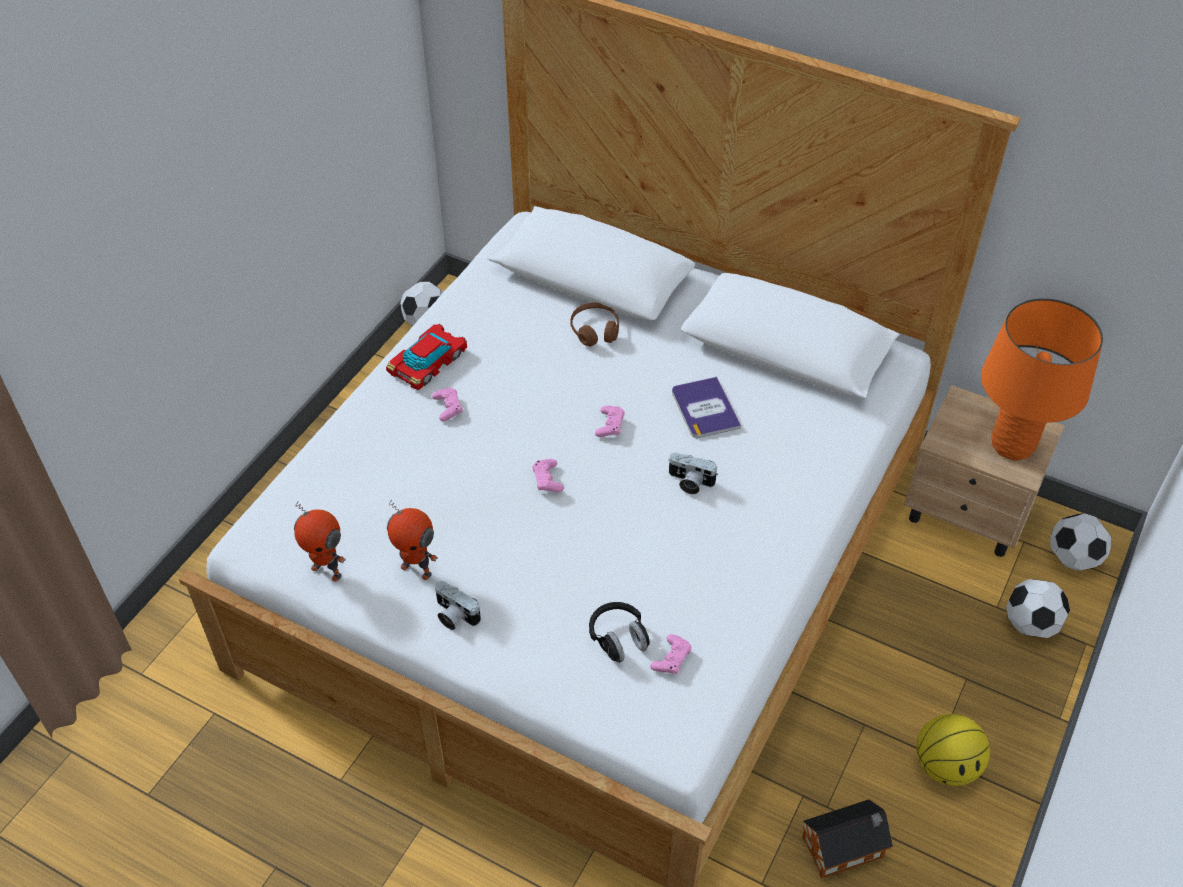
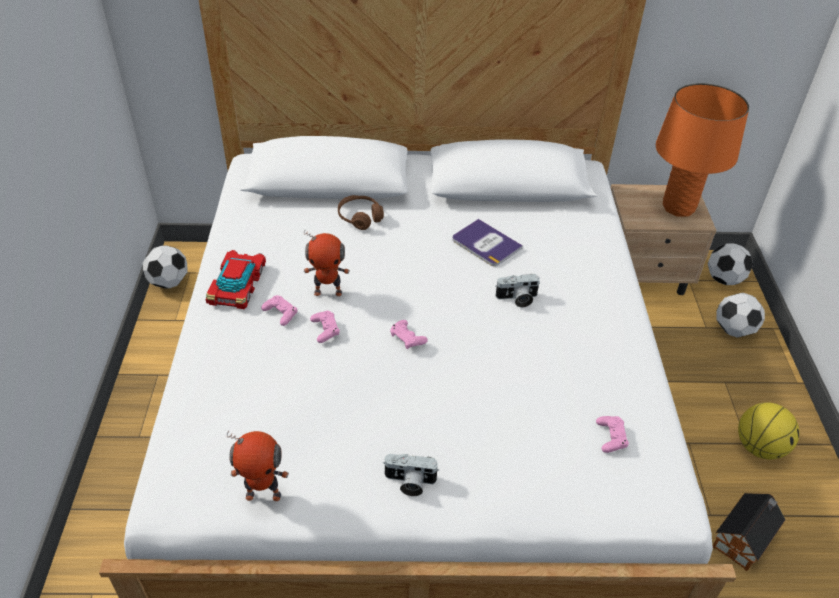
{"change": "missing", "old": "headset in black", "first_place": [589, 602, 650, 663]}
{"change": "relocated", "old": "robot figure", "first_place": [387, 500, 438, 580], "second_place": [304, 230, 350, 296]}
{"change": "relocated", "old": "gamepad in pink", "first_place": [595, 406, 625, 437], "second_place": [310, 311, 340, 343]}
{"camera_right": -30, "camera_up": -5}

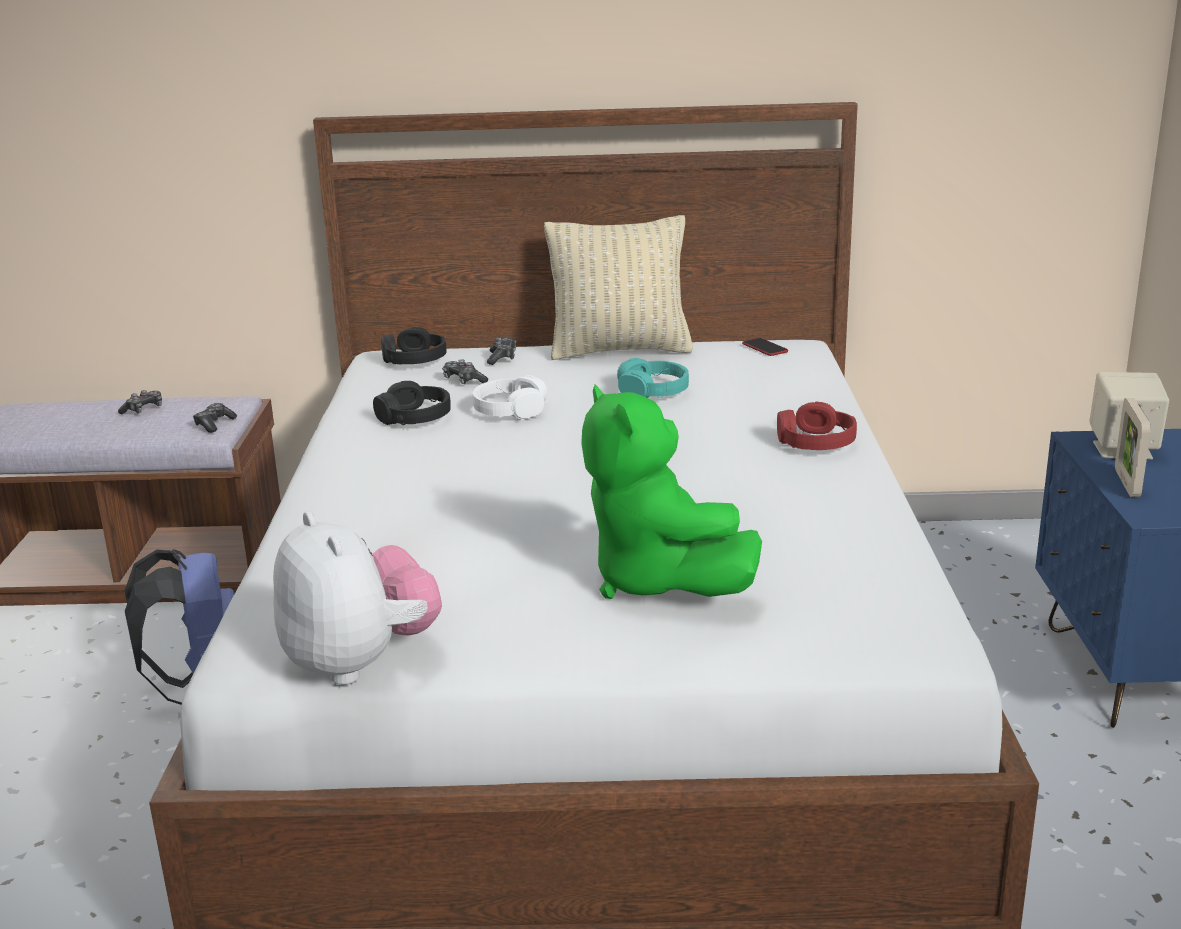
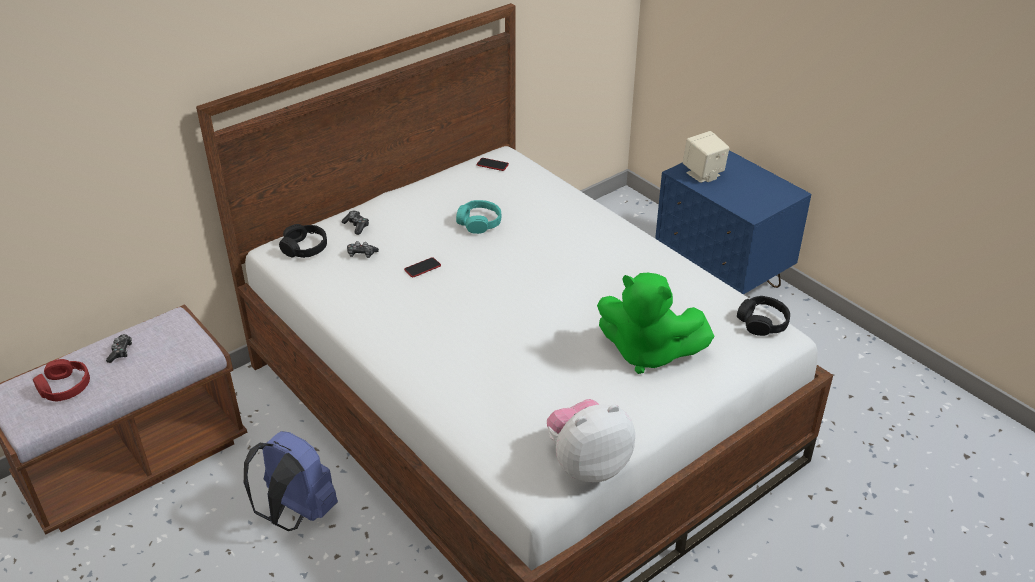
{"change": "missing", "old": "gamepad", "first_place": [193, 403, 237, 433]}
{"change": "missing", "old": "pillow in beige", "first_place": [544, 215, 693, 360]}
{"change": "missing", "old": "standing frame", "first_place": [1115, 398, 1151, 497]}
{"change": "relocated", "old": "headset in black", "first_place": [373, 381, 451, 425], "second_place": [737, 296, 790, 336]}
{"change": "relocated", "old": "headset in red-coloured", "first_place": [777, 402, 857, 450], "second_place": [33, 359, 90, 402]}
{"change": "exchanged", "old": "headset in whitish", "new": "phone", "first_place": [473, 375, 547, 420], "second_place": [404, 257, 441, 277]}
{"change": "spun", "old": "soft toy", "first_place": [273, 511, 442, 685], "second_place": [547, 399, 635, 482], "degrees": -45}
{"camera_right": -40, "camera_up": 15}

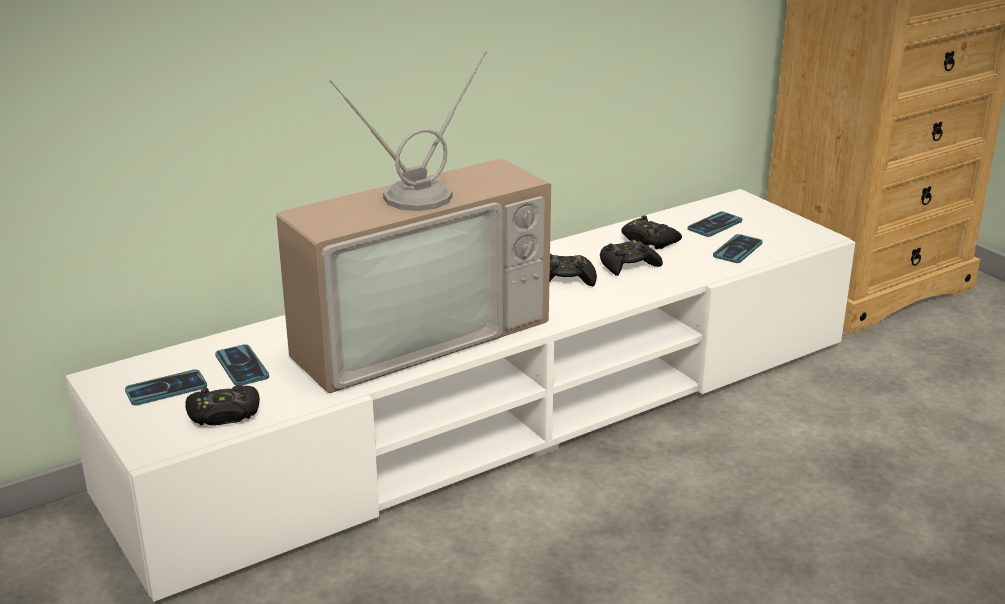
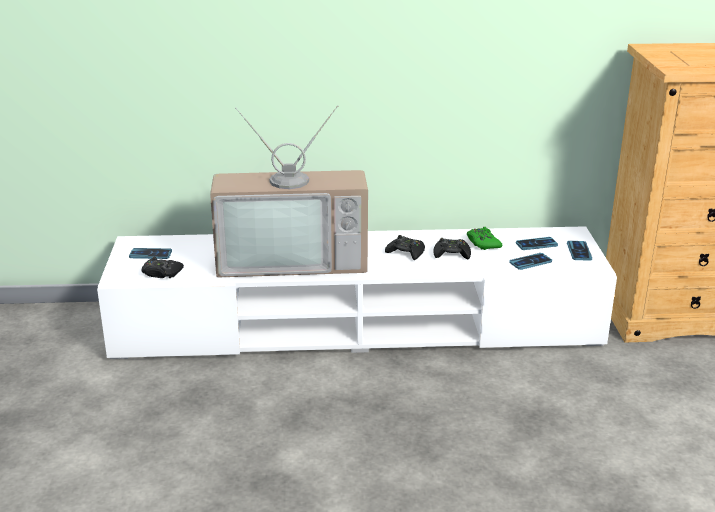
{"change": "relocated", "old": "phone", "first_place": [215, 344, 269, 386], "second_place": [567, 241, 592, 260]}
{"change": "colour", "old": "gamepad in black", "new": "gamepad in green", "first_place": [621, 215, 682, 249], "second_place": [467, 227, 502, 250]}
{"camera_right": 30, "camera_up": 0}

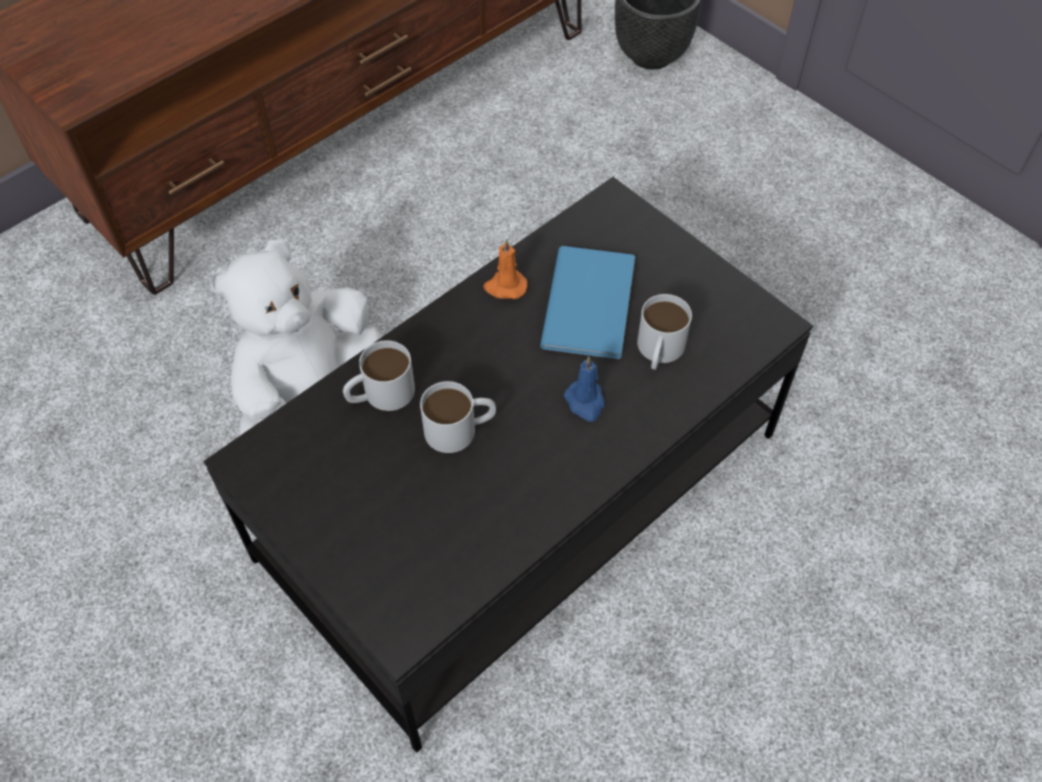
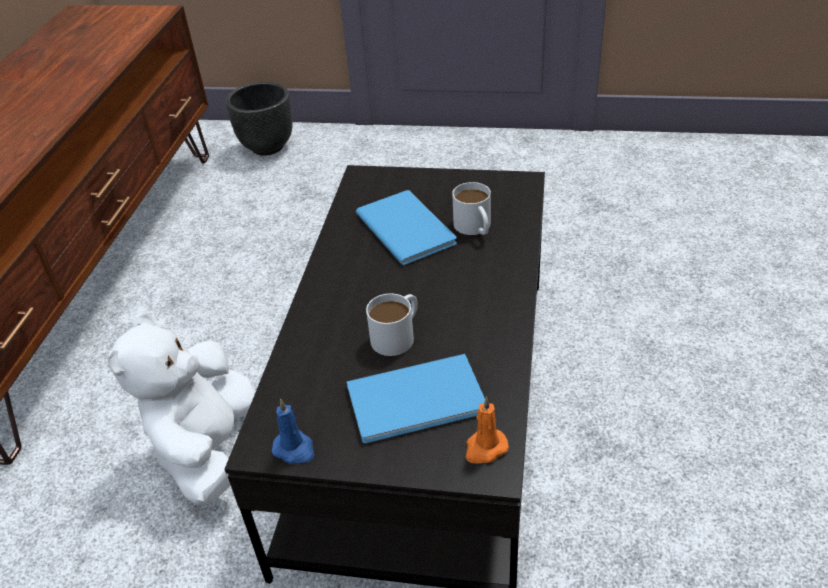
{"change": "missing", "old": "mug in whitish", "first_place": [343, 340, 415, 411]}
{"change": "appeared", "new": "book in bluish", "second_place": [346, 354, 485, 444]}
{"change": "relocated", "old": "candle in orange-coloured", "first_place": [483, 239, 527, 299], "second_place": [465, 396, 509, 464]}
{"change": "relocated", "old": "candle in bluish", "first_place": [564, 356, 605, 421], "second_place": [272, 399, 314, 464]}
{"camera_right": -35, "camera_up": -15}

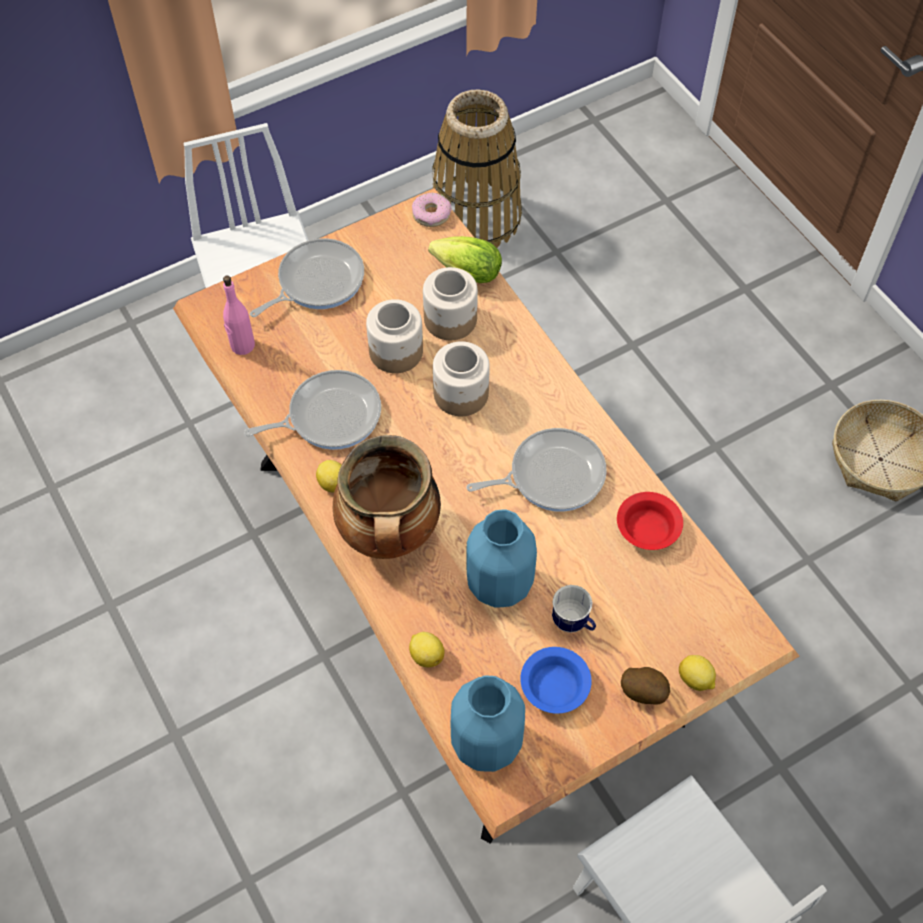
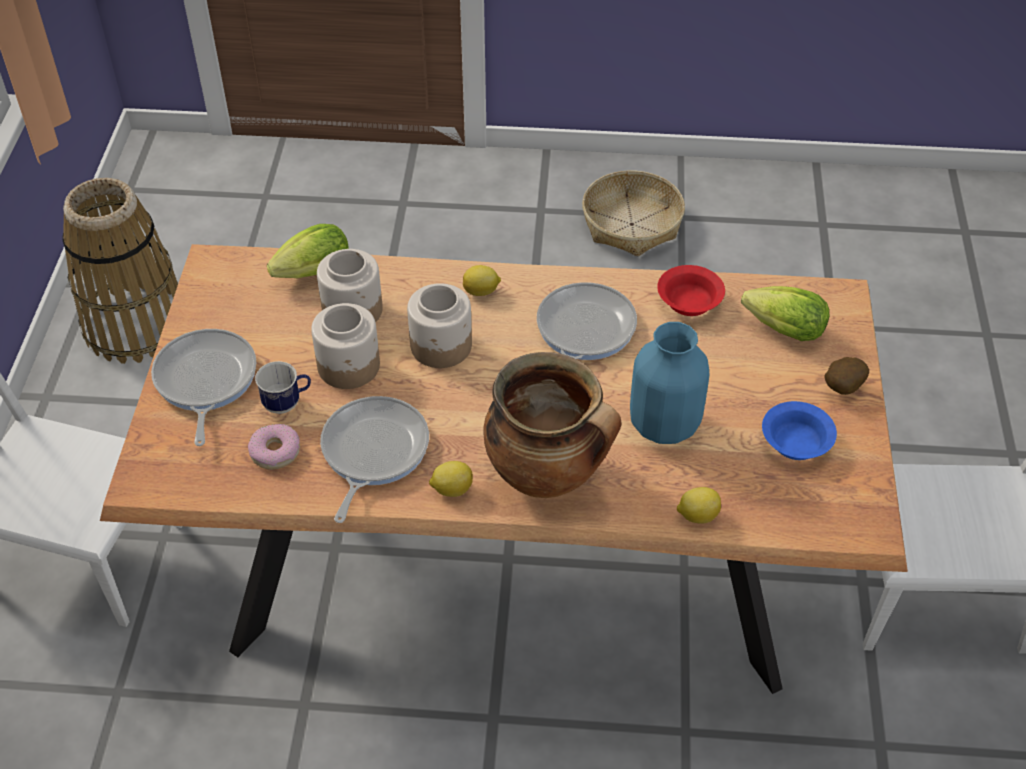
{"change": "missing", "old": "bottle in pink", "first_place": [223, 275, 255, 355]}
{"change": "missing", "old": "decorative vase in bluish", "first_place": [451, 676, 525, 772]}
{"change": "appeared", "new": "head of lettuce", "second_place": [741, 286, 830, 341]}
{"change": "relocated", "old": "doughnut", "first_place": [412, 193, 452, 227], "second_place": [248, 424, 300, 470]}
{"change": "relocated", "old": "mug", "first_place": [552, 585, 596, 633], "second_place": [255, 361, 311, 414]}
{"change": "relocated", "old": "whole lemon", "first_place": [679, 655, 716, 691], "second_place": [463, 265, 501, 296]}
{"camera_right": -55, "camera_up": -10}

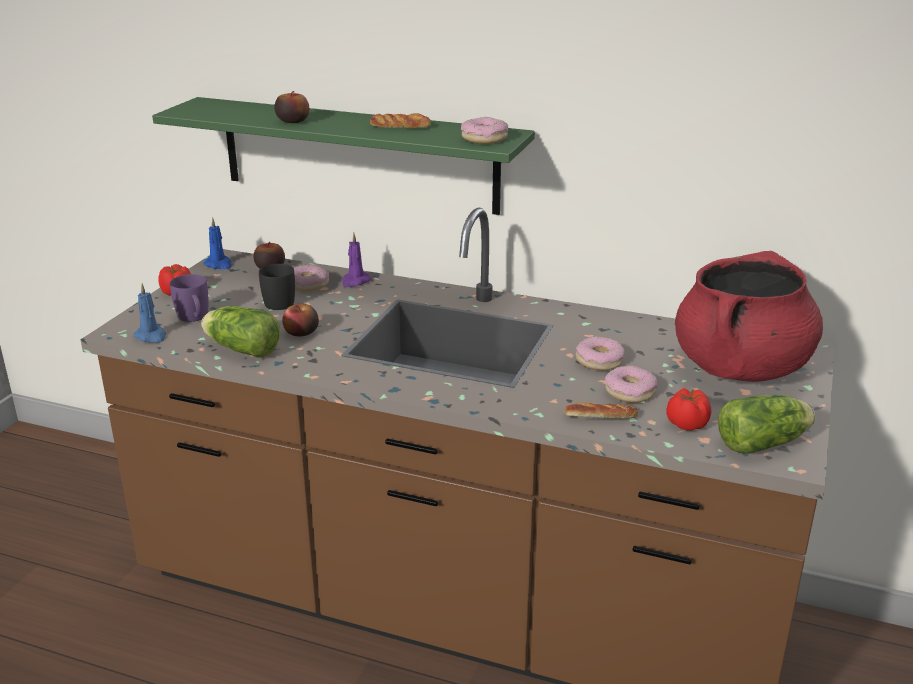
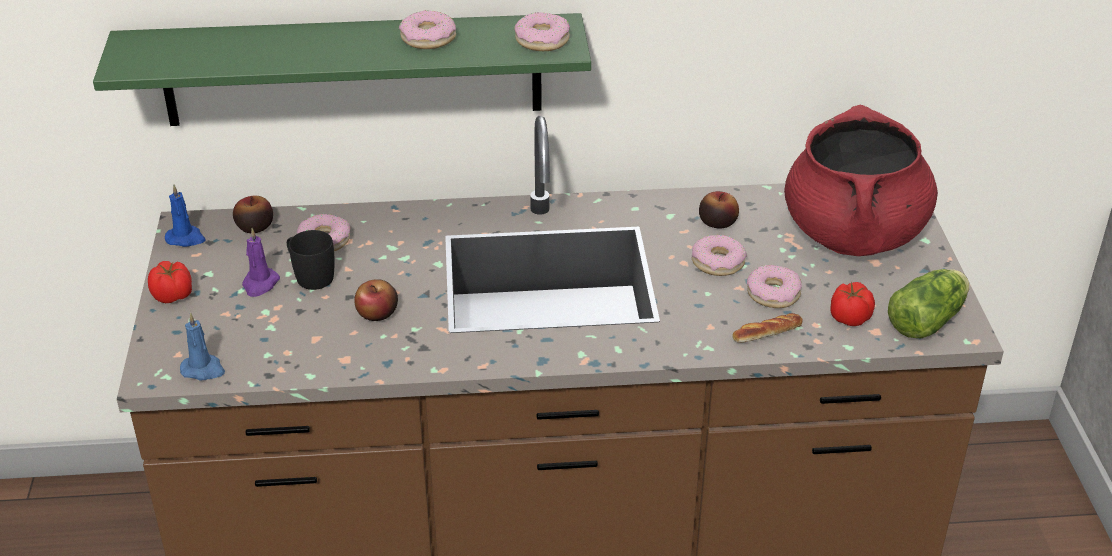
{"change": "missing", "old": "mug in purple", "first_place": [170, 274, 208, 322]}
{"change": "missing", "old": "head of lettuce", "first_place": [201, 306, 280, 358]}
{"change": "relocated", "old": "apple fruit", "first_place": [274, 91, 309, 123], "second_place": [699, 191, 739, 228]}
{"change": "relocated", "old": "candle in purple", "first_place": [342, 233, 371, 287], "second_place": [242, 228, 280, 297]}
{"change": "exchanged", "old": "baked bread", "new": "doughnut", "first_place": [370, 113, 431, 128], "second_place": [399, 10, 456, 49]}
{"camera_right": -25, "camera_up": 10}

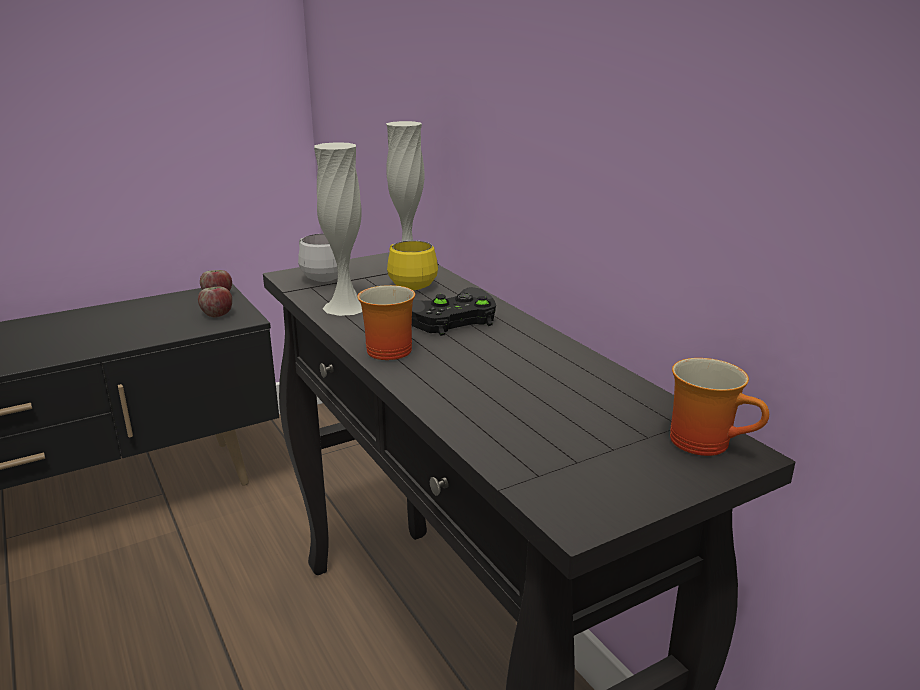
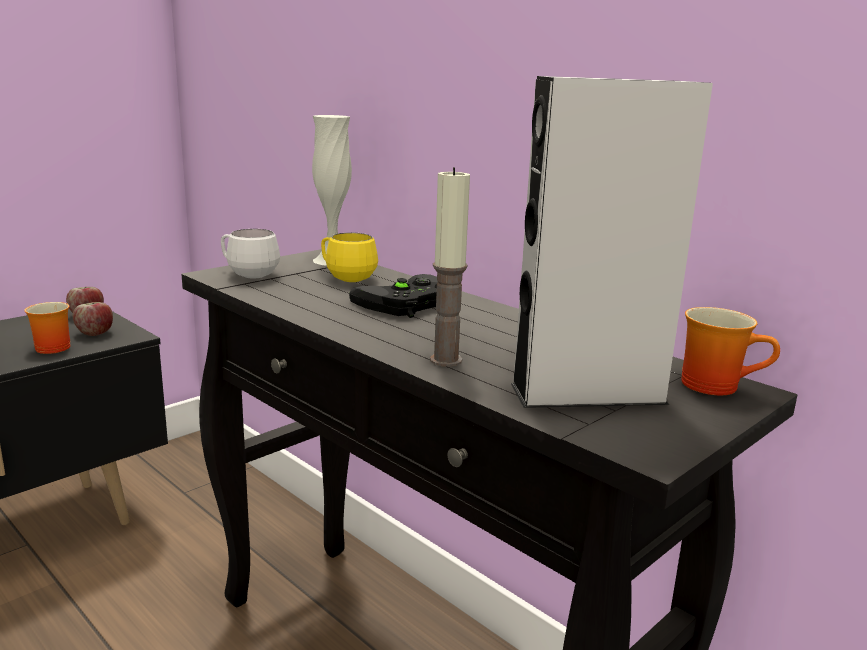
{"change": "missing", "old": "decorative vase in whitish", "first_place": [314, 142, 362, 316]}
{"change": "appeared", "new": "candle", "second_place": [430, 167, 470, 367]}
{"change": "appeared", "new": "audio speaker in gray", "second_place": [511, 76, 713, 408]}
{"change": "relocated", "old": "mug", "first_place": [357, 285, 415, 360], "second_place": [24, 302, 71, 354]}
{"camera_right": -15, "camera_up": -5}

